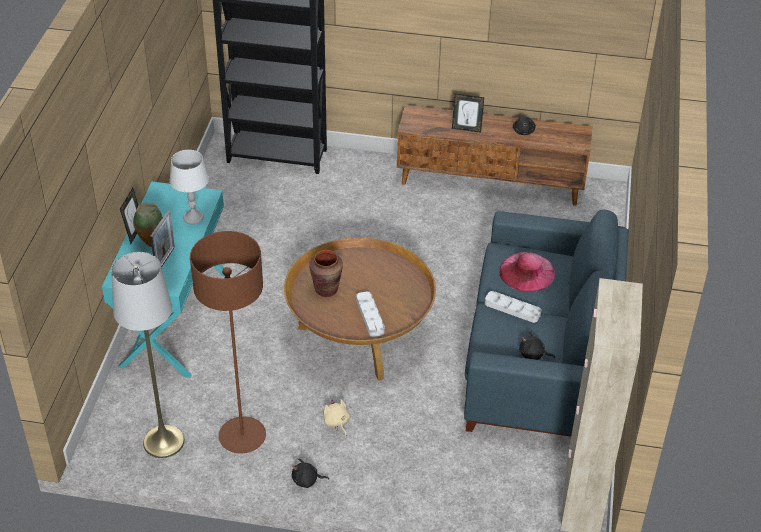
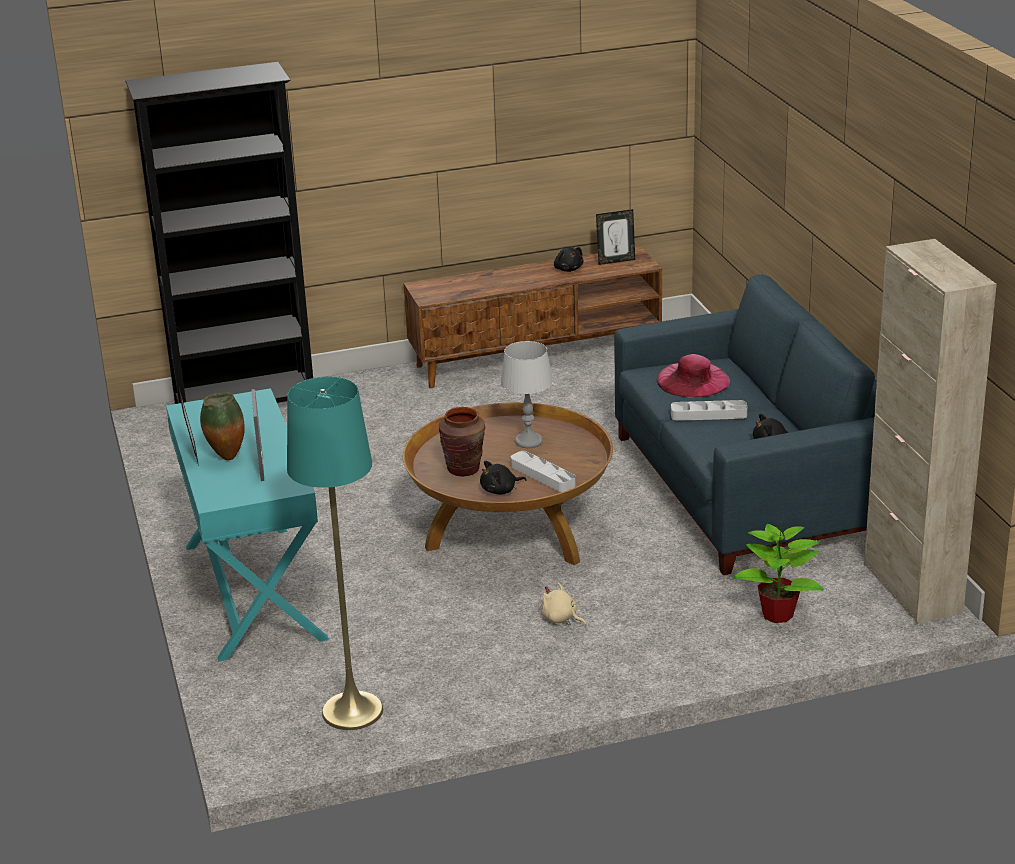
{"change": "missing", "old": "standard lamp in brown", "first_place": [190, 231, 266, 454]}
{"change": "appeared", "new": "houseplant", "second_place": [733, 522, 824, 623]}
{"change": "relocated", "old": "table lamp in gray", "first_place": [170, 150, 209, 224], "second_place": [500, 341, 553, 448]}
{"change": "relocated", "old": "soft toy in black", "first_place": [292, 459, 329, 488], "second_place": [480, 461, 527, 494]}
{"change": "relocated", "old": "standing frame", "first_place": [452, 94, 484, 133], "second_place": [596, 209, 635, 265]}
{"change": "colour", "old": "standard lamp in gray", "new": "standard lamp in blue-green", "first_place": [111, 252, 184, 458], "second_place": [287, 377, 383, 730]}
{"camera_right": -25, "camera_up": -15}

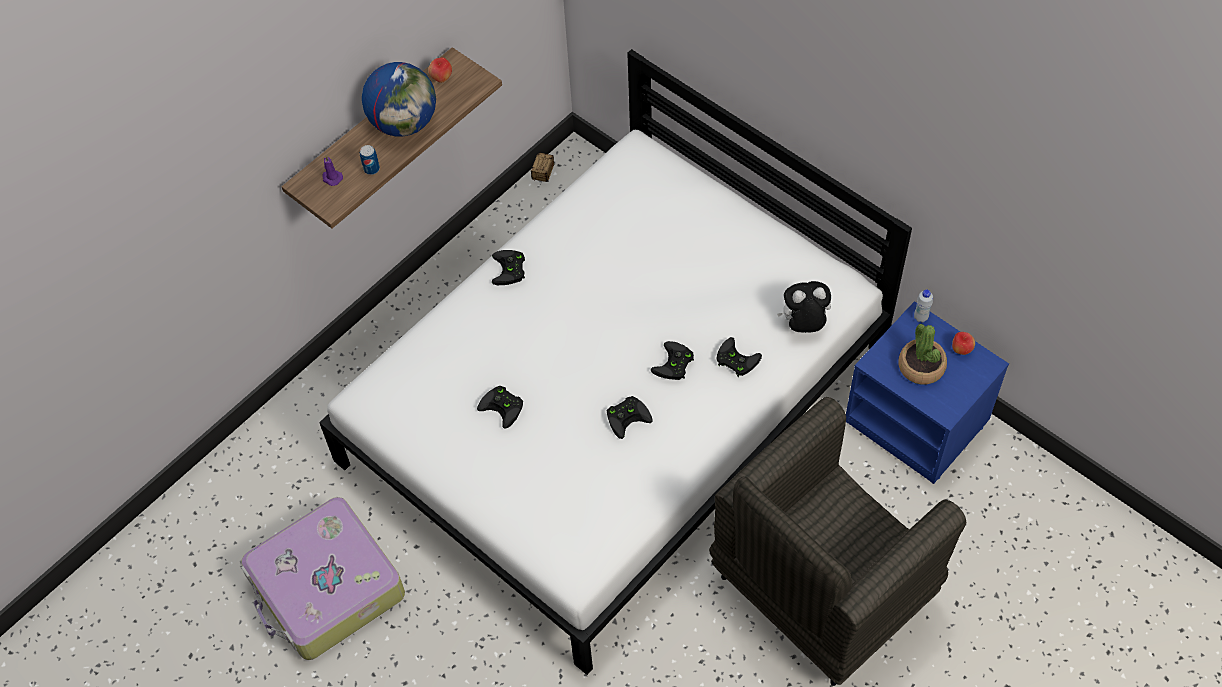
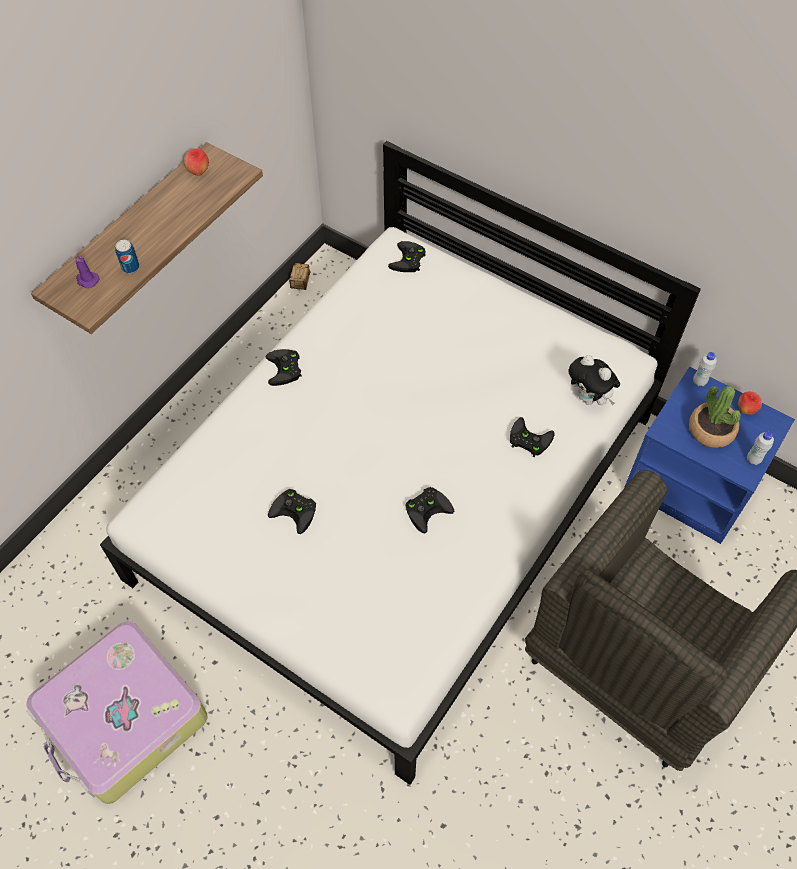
{"change": "missing", "old": "globe", "first_place": [362, 62, 436, 137]}
{"change": "appeared", "new": "bottle in whitish", "second_place": [747, 431, 774, 465]}
{"change": "relocated", "old": "gamepad in black", "first_place": [651, 341, 694, 380], "second_place": [388, 241, 426, 272]}
{"change": "spun", "old": "soft toy", "first_place": [777, 281, 831, 333], "second_place": [568, 355, 620, 405], "degrees": -120}
{"camera_right": -10, "camera_up": 0}

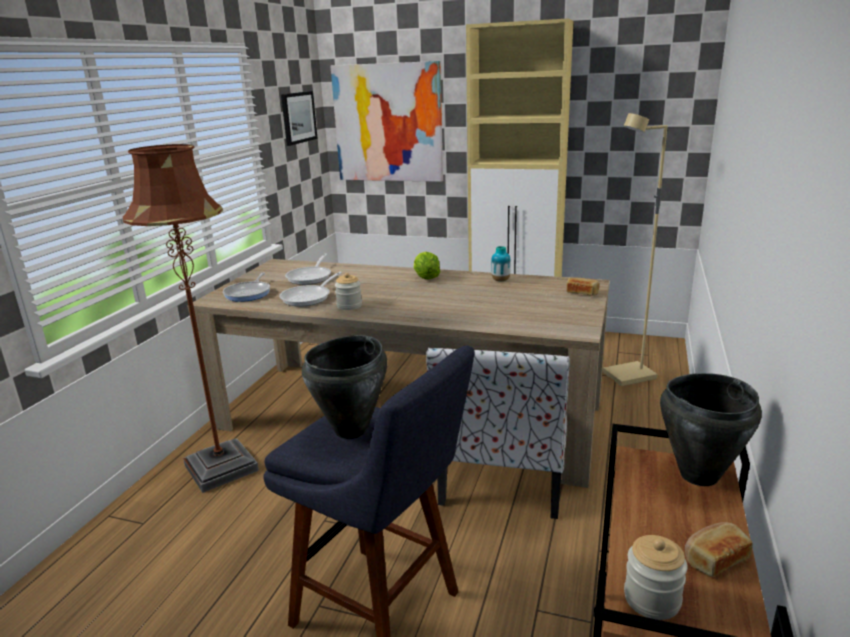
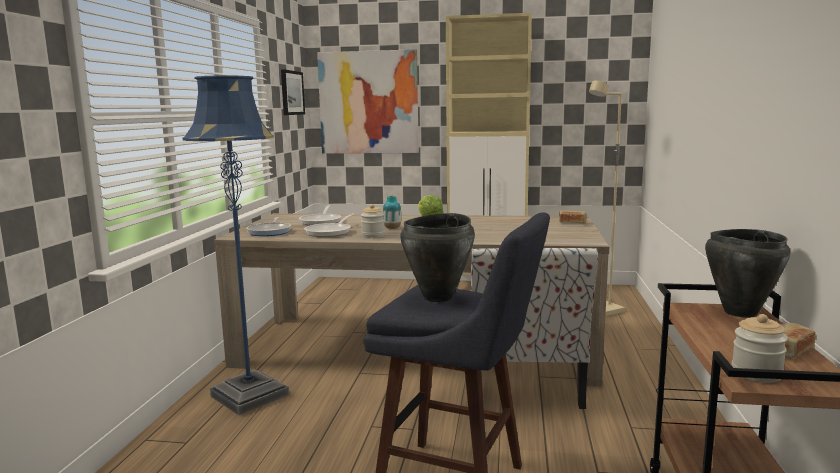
{"change": "relocated", "old": "decorative vase", "first_place": [491, 246, 511, 281], "second_place": [383, 196, 401, 229]}
{"change": "colour", "old": "standard lamp in brown", "new": "standard lamp in bluish", "first_place": [123, 144, 259, 493], "second_place": [183, 75, 289, 415]}
{"camera_right": -10, "camera_up": -10}

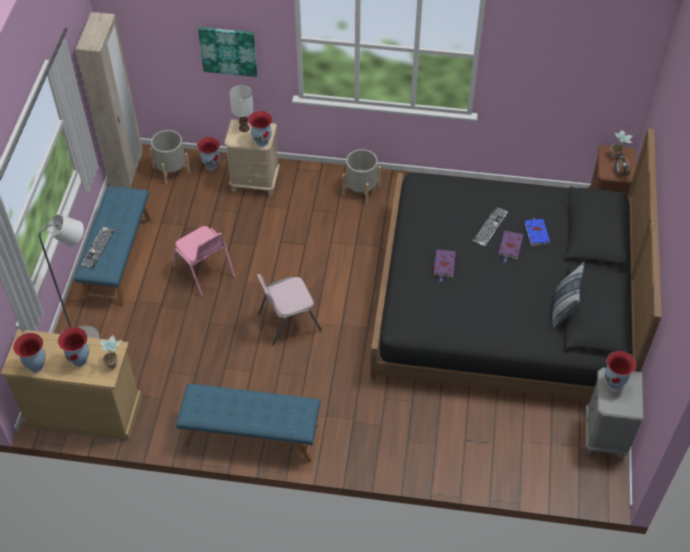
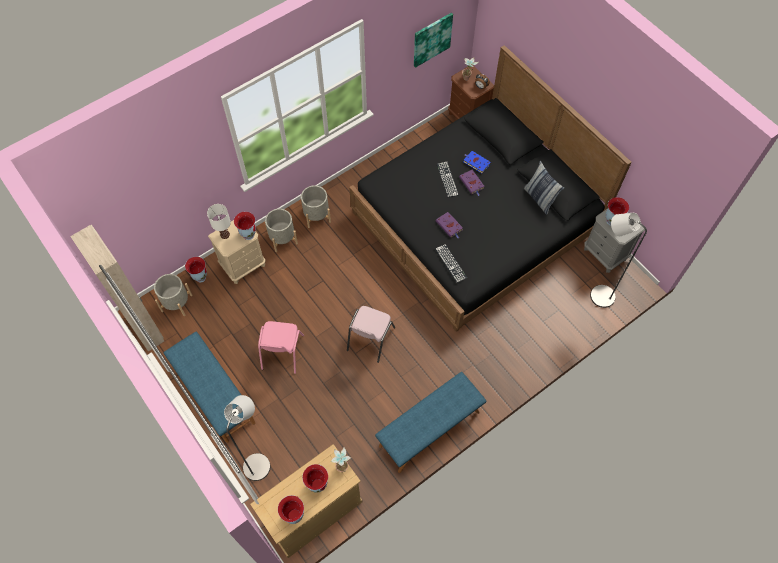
{"change": "appeared", "new": "flower pot in gray", "second_place": [265, 209, 298, 252]}
{"change": "appeared", "new": "standard lamp in gray", "second_place": [590, 213, 647, 308]}
{"change": "relocated", "old": "computer keyboard", "first_place": [80, 226, 115, 268], "second_place": [435, 244, 467, 283]}
{"change": "relocated", "old": "picture", "first_place": [198, 27, 257, 77], "second_place": [414, 13, 453, 68]}
{"change": "spun", "old": "upright chair in pink", "first_place": [173, 226, 236, 297], "second_place": [258, 321, 304, 374], "degrees": 90}
{"camera_right": -45, "camera_up": 10}

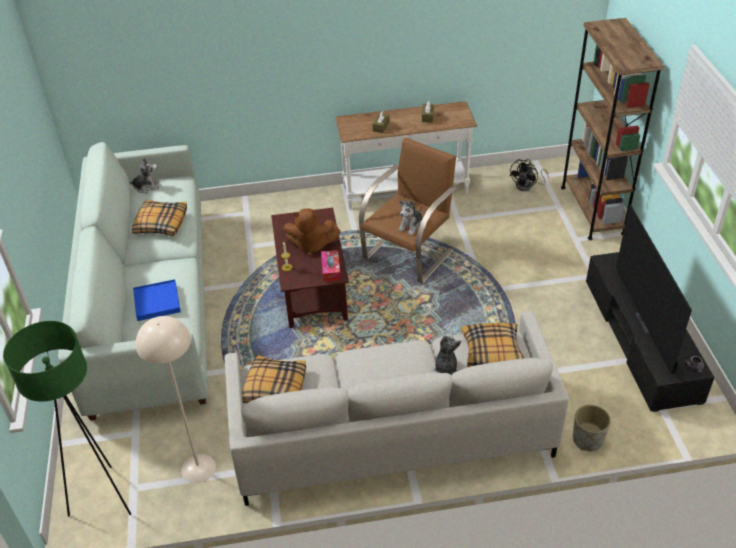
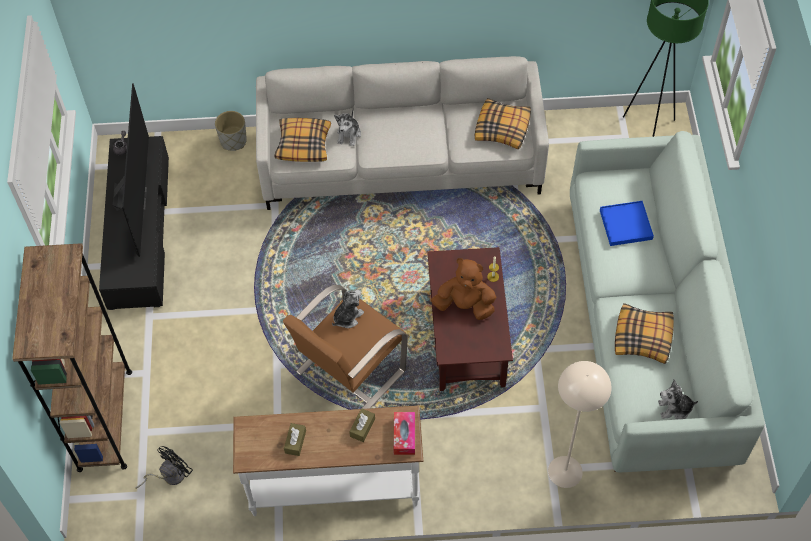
{"change": "relocated", "old": "standard lamp in beige", "first_place": [136, 316, 216, 483], "second_place": [548, 361, 611, 488]}
{"change": "relocated", "old": "tissue holder", "first_place": [321, 250, 341, 282], "second_place": [393, 412, 415, 455]}
{"camera_right": -175, "camera_up": 15}

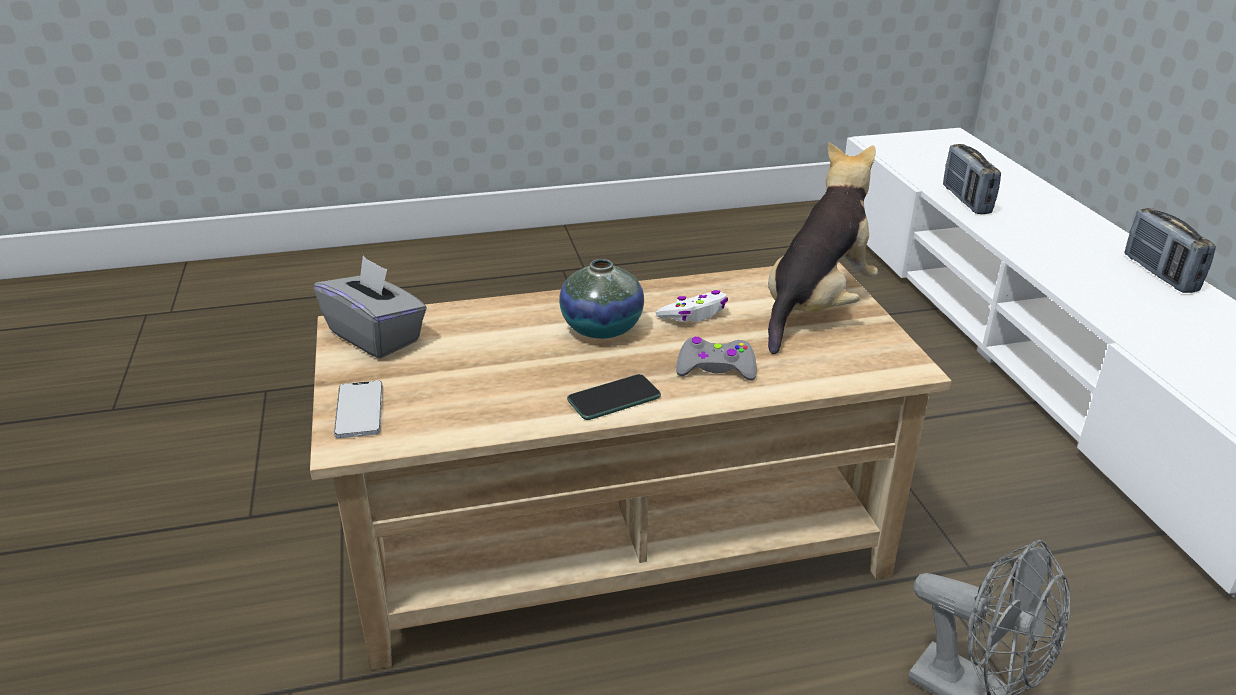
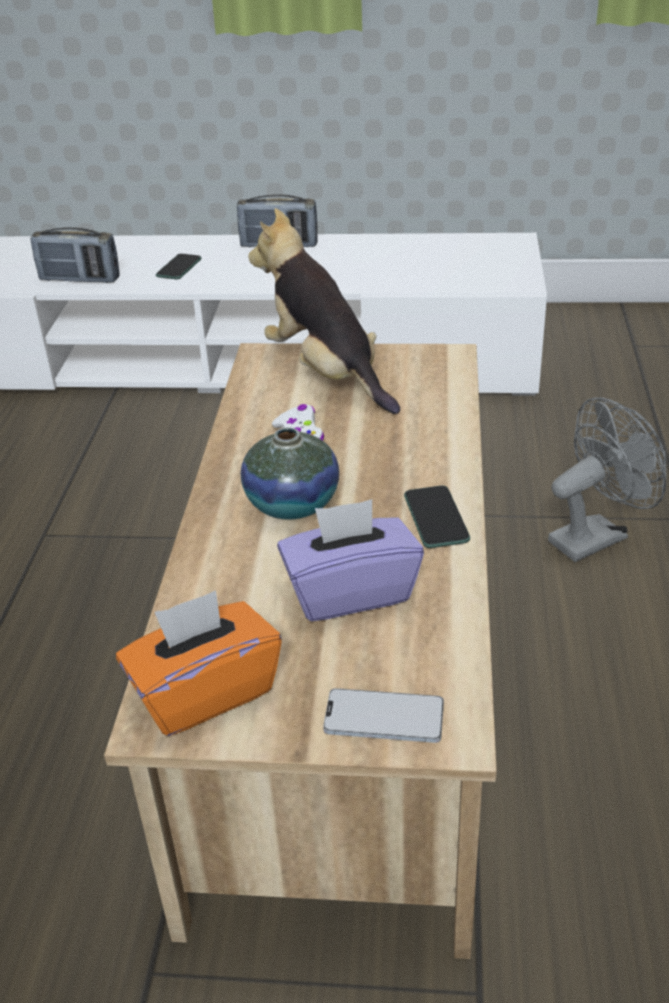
{"change": "missing", "old": "gamepad in gray", "first_place": [676, 337, 757, 381]}
{"change": "appeared", "new": "phone", "second_place": [156, 254, 201, 279]}
{"change": "appeared", "new": "tissue holder in purple", "second_place": [277, 499, 424, 621]}
{"change": "colour", "old": "tissue holder in gray", "new": "tissue holder in orange-coloured", "first_place": [313, 256, 427, 359], "second_place": [116, 590, 282, 736]}
{"camera_right": -70, "camera_up": 5}

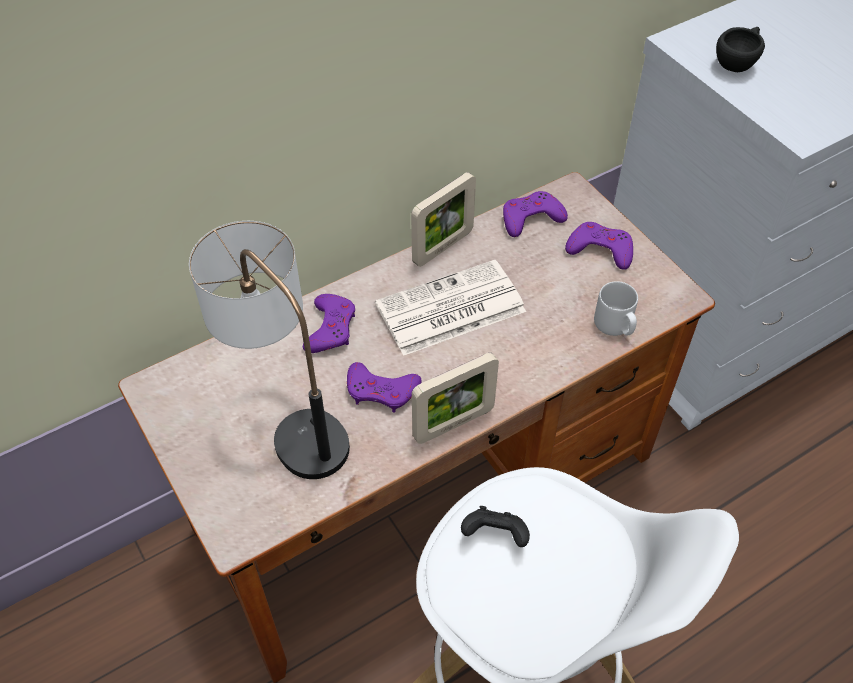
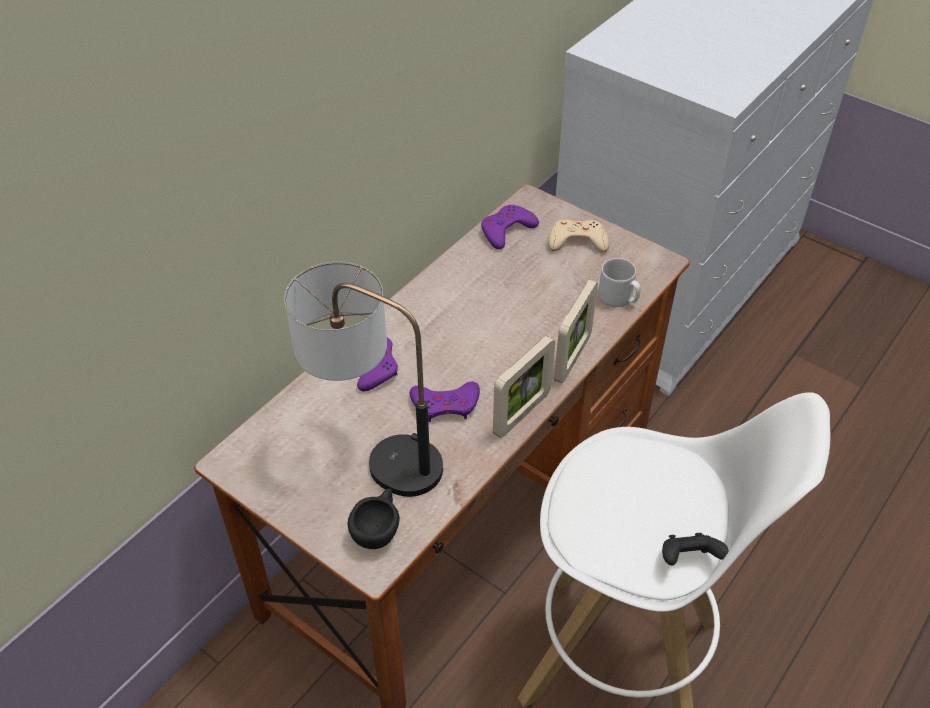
{"change": "missing", "old": "printed paper", "first_place": [375, 260, 526, 356]}
{"change": "relocated", "old": "standing frame", "first_place": [411, 172, 476, 267], "second_place": [554, 280, 598, 383]}
{"change": "relocated", "old": "gamepad in black", "first_place": [461, 506, 530, 547], "second_place": [662, 533, 729, 565]}
{"change": "relocated", "old": "drinking cup in black", "first_place": [716, 27, 765, 72], "second_place": [348, 488, 400, 549]}
{"change": "colour", "old": "gamepad in purple", "new": "gamepad in beige", "first_place": [565, 222, 633, 270], "second_place": [548, 219, 609, 253]}
{"camera_right": -20, "camera_up": -5}

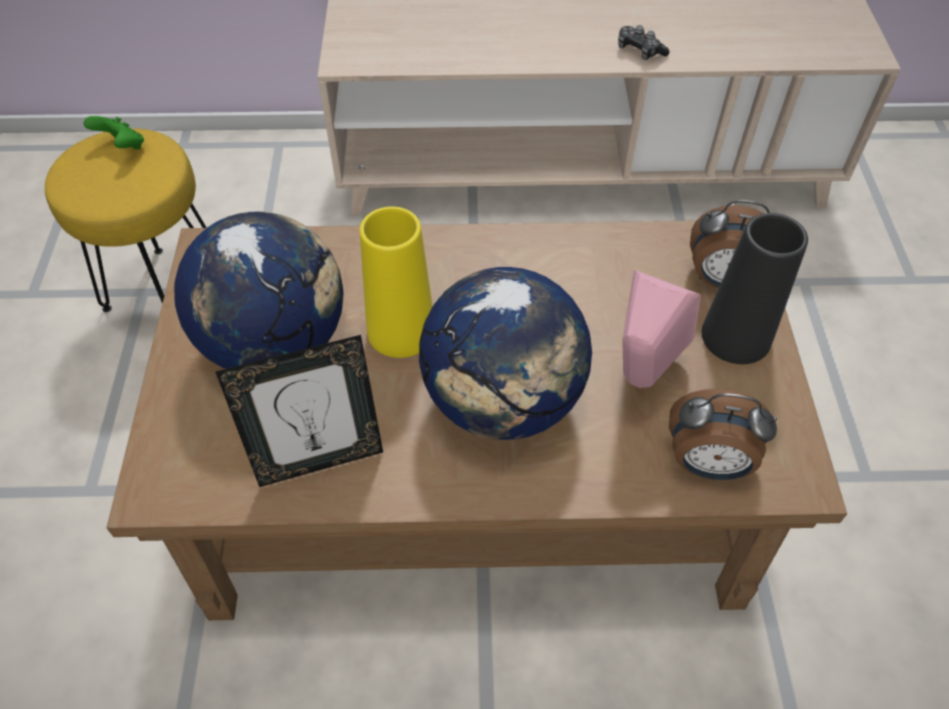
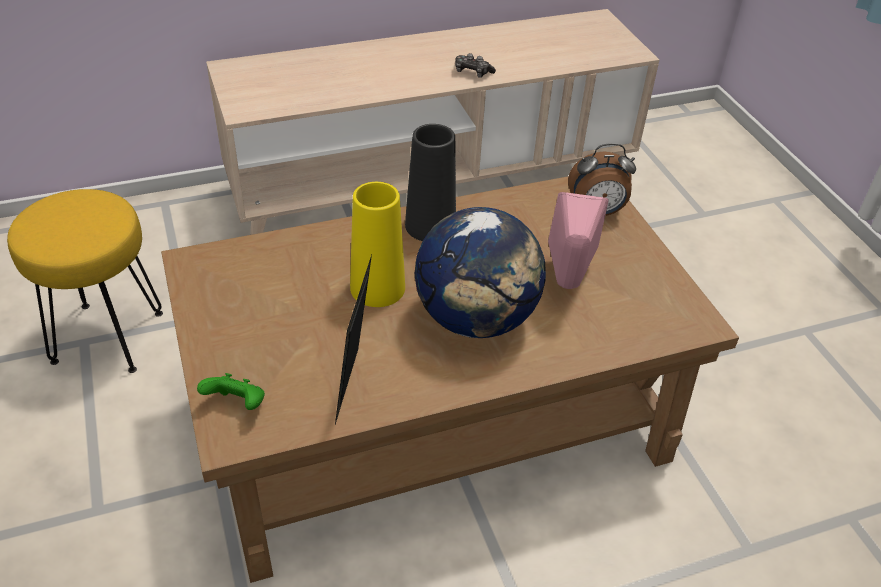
{"change": "missing", "old": "globe", "first_place": [174, 212, 343, 369]}
{"change": "missing", "old": "bedside clock", "first_place": [669, 389, 777, 480]}
{"change": "relocated", "old": "gamepad in green", "first_place": [84, 116, 144, 150], "second_place": [197, 373, 265, 410]}
{"change": "relocated", "old": "decorative vase in black", "first_place": [702, 213, 808, 364], "second_place": [405, 124, 456, 241]}
{"change": "spun", "old": "standing frame", "first_place": [215, 335, 383, 487], "second_place": [335, 254, 372, 424], "degrees": 135}
{"camera_right": -20, "camera_up": -10}

